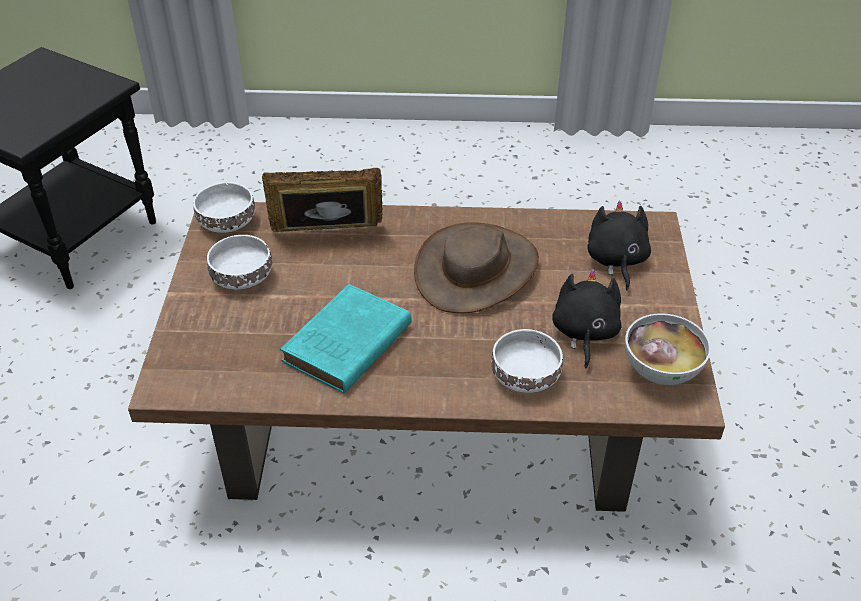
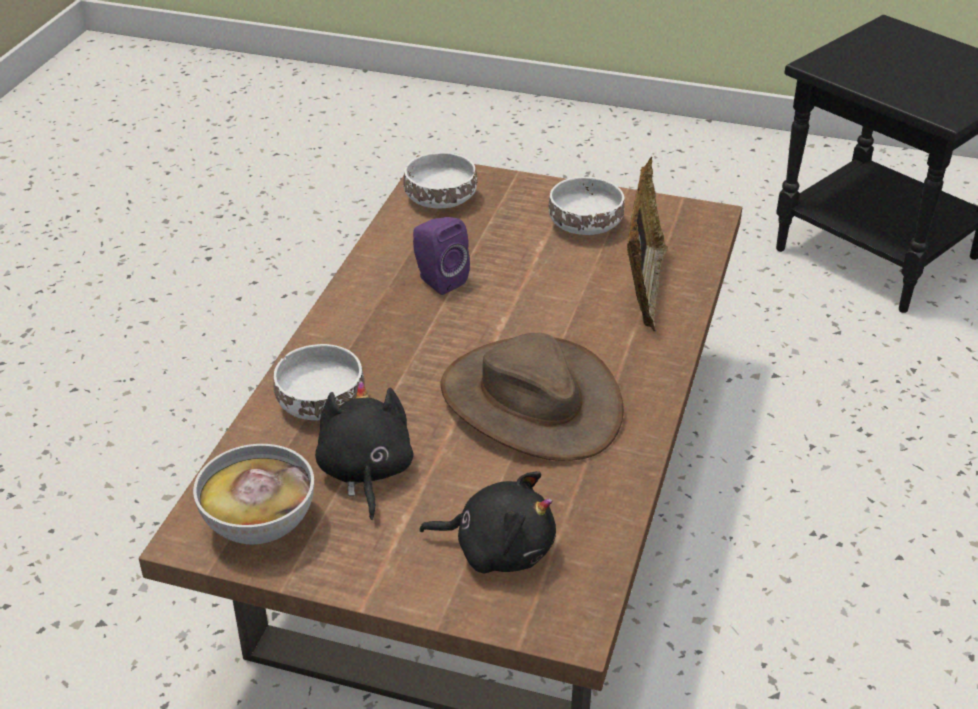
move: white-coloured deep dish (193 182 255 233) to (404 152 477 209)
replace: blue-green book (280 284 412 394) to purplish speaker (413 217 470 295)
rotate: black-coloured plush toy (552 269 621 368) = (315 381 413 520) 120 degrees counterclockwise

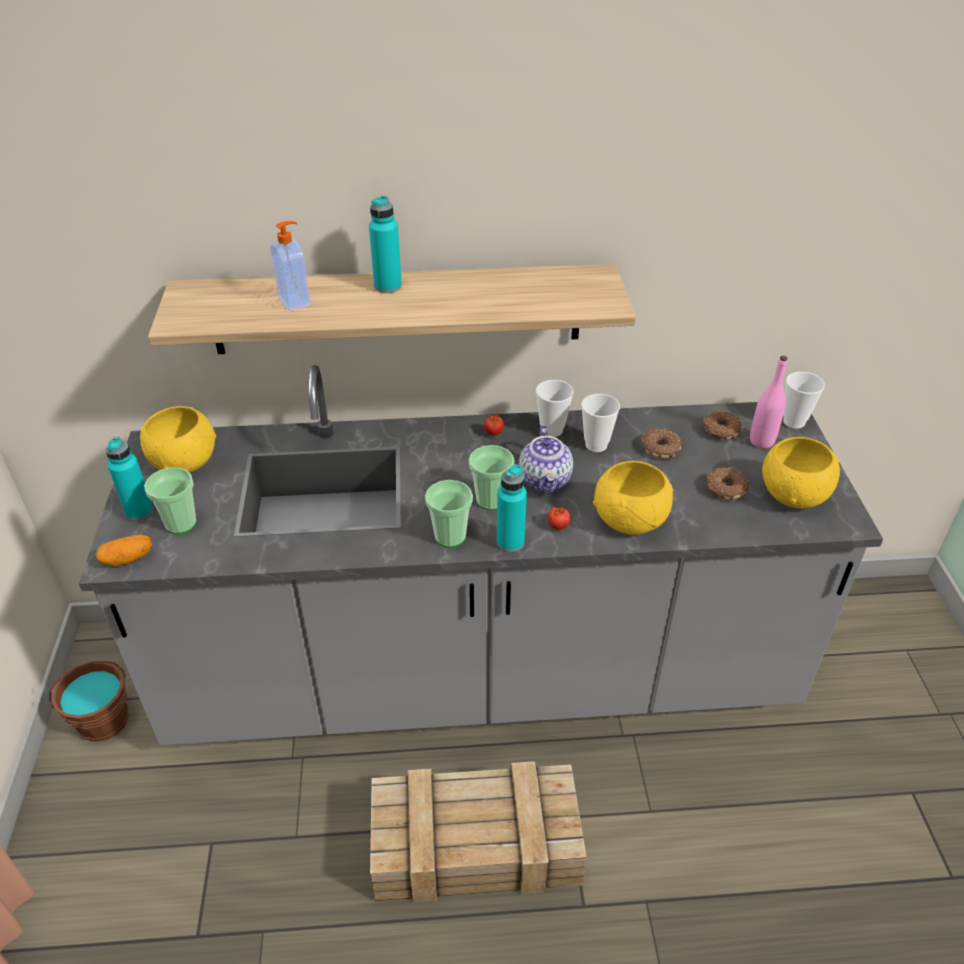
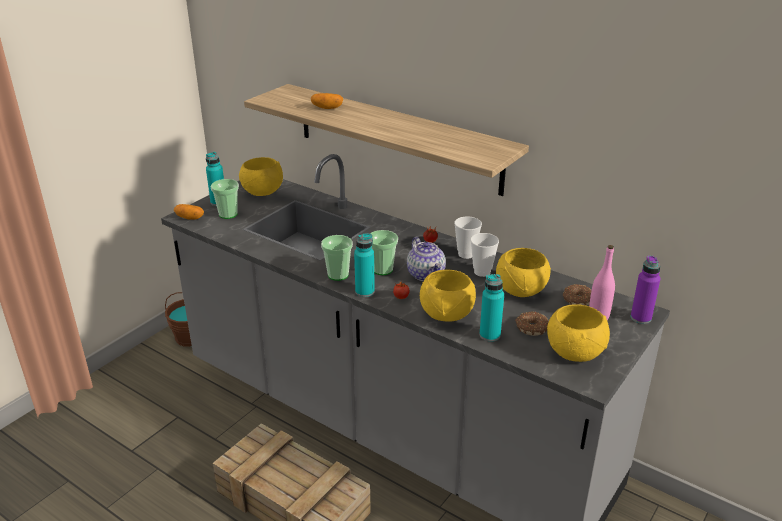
move: blue-green bottle (369 195 402 293) to (479 274 504 342)
replace: soap dispenser (270 221 311 311) to whole potato (311 93 343 109); drinking cup (783 372 825 429) to purplish bottle (631 255 660 324); ring doughnut (641 429 682 459) to yellow deep dish (496 248 551 297)
rotate: teapot (519 425 573 494) = (407 237 446 281) 60 degrees counterclockwise

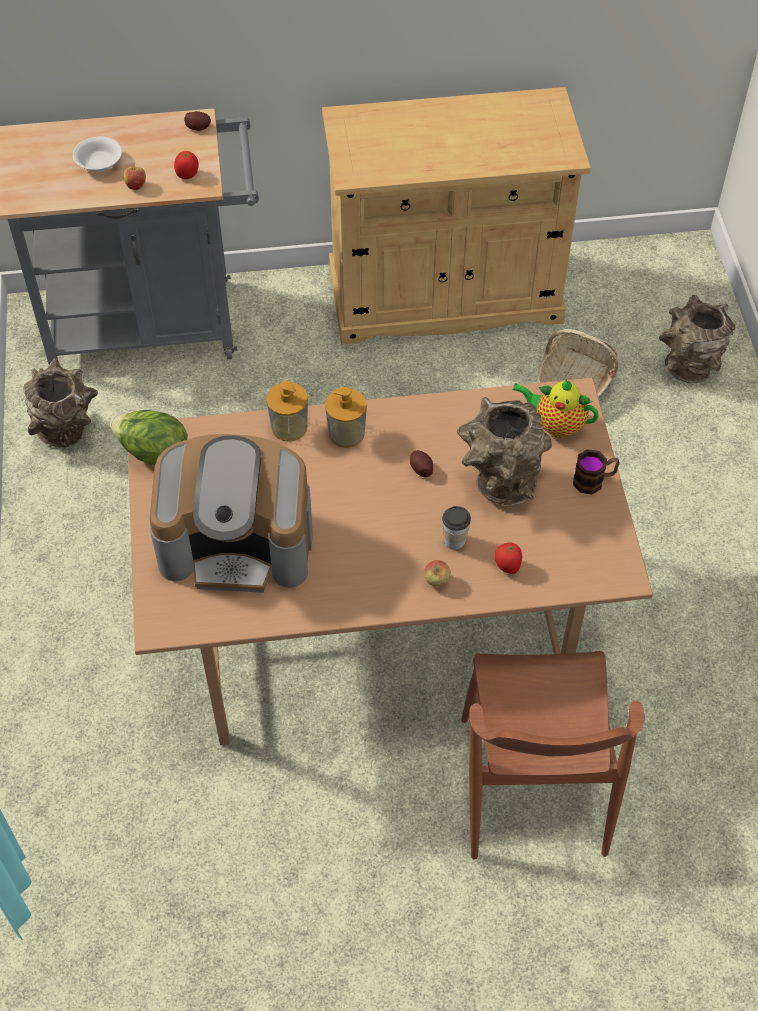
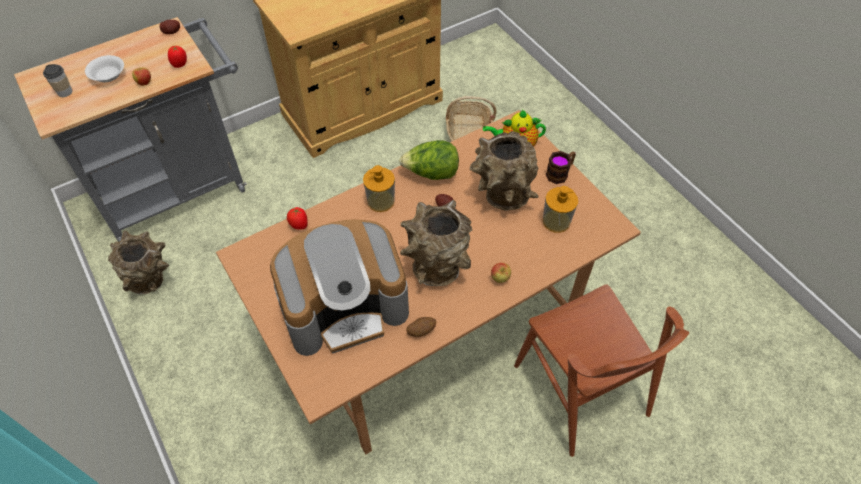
insert: whole potato (406 317 436 337)
move: brownish flower vase (659 295 736 383) to (400 200 472 286); soap dispenser (266 380 308 441) to (543 186 578 233); lettuce head (110 410 188 465) to (399 140 459 180); drinking cup (442 506 471 550) to (43 64 72 97); whole tomato (495 543 522 574) to (287 207 308 230)

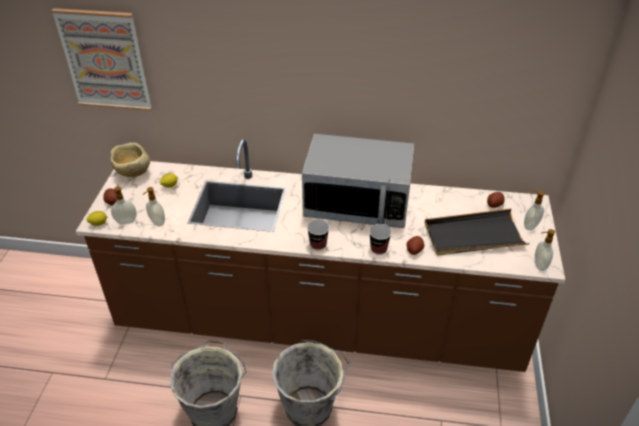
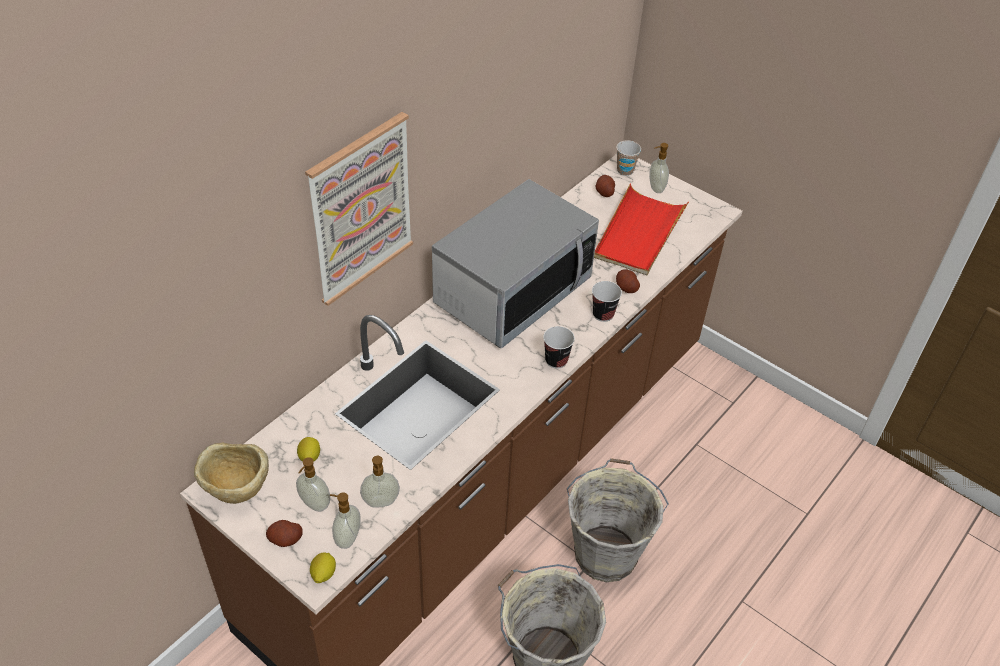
insert: drinking cup (616 140 641 176)
move: picture (51 8 152 111) to (305 112 413 306); soap dispenser (535 229 555 271) to (296 457 330 512)
recolor: black-coloured tray (424 209 529 256) to red tray (594 184 689 275)

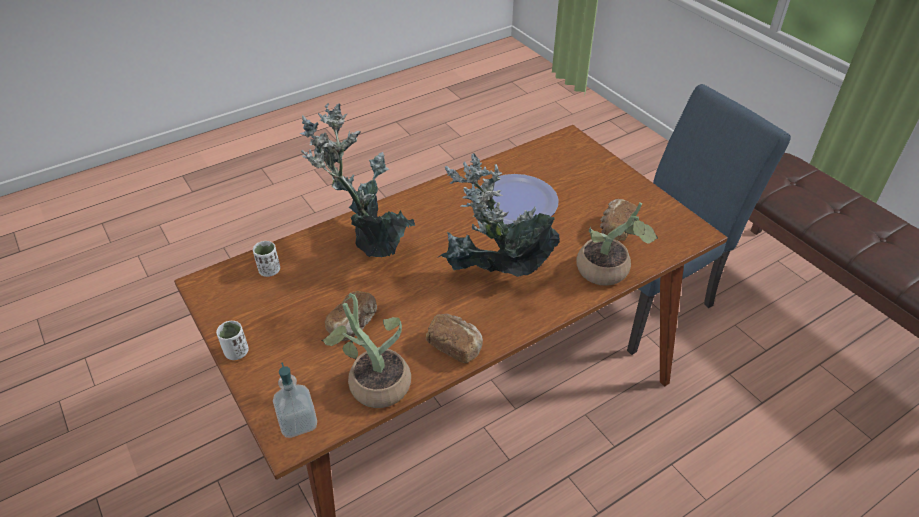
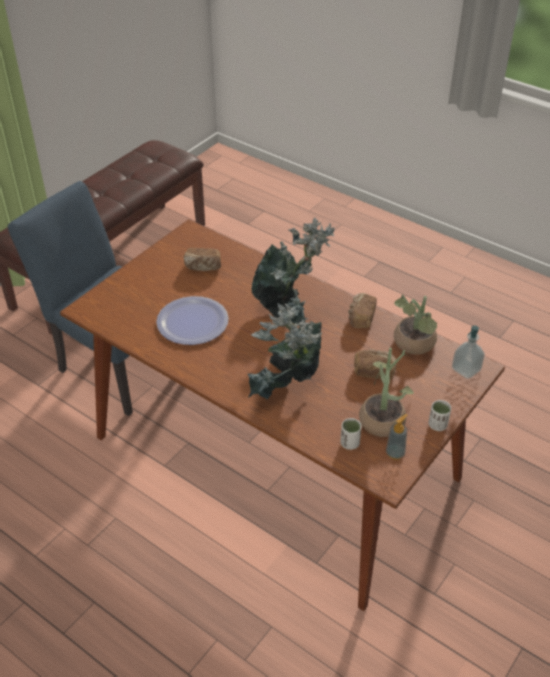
insert: soap dispenser (386 414 407 460)
move: potted plant (576 203 658 286) to (359 348 414 437)

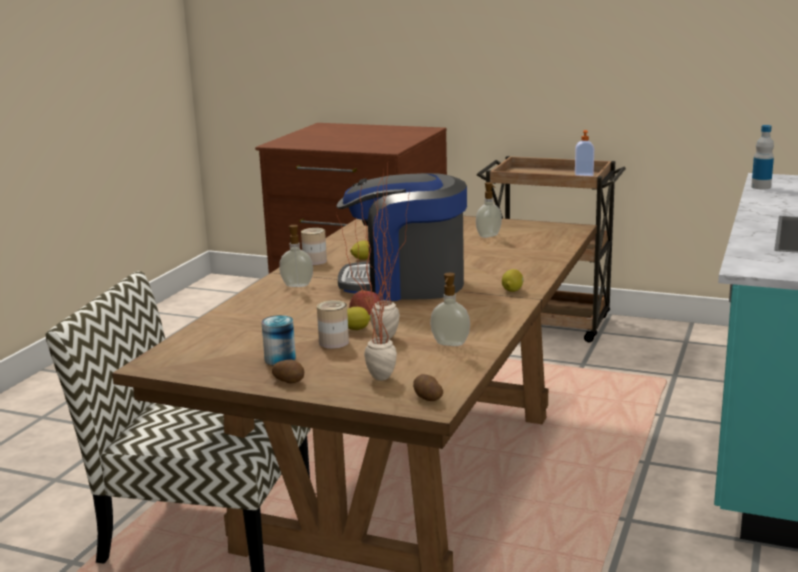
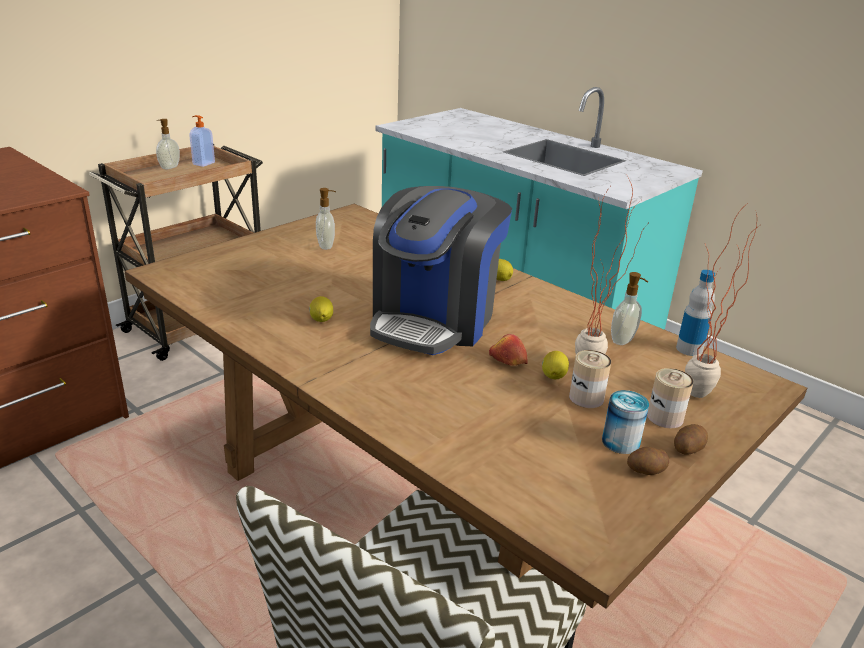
move: bottle (751 125 774 190) to (676 270 715 356); soap dispenser (279 225 313 287) to (156 119 180 170); sealed can (301 228 327 265) to (647 368 694 428); whole potato (413 374 443 401) to (627 446 669 475)

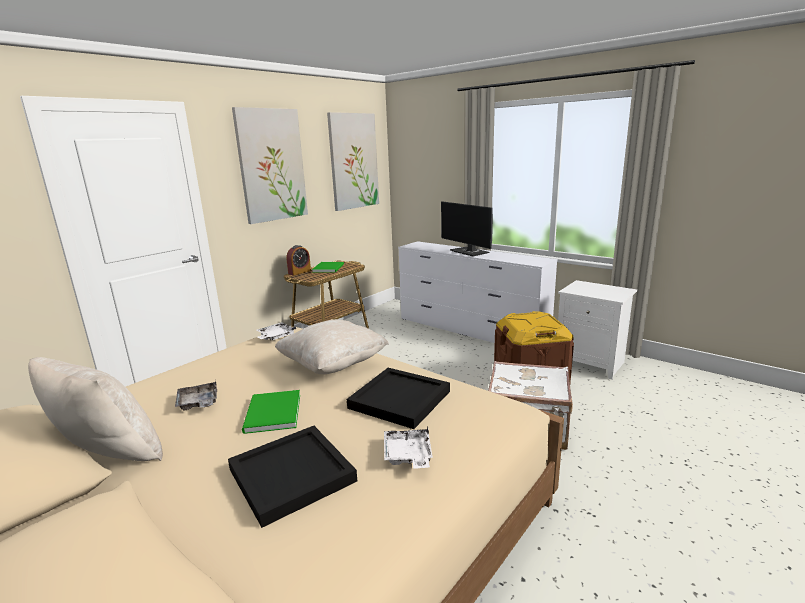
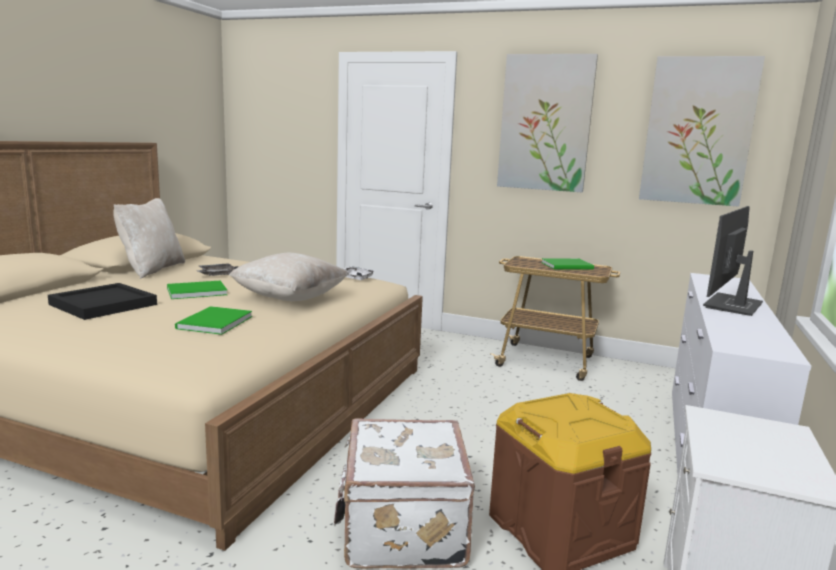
delete: table clock (286 245 311 275); white-coloured tray (384 426 433 469)
replace: black-coloured tray (347 368 450 429) to greenish book (175 306 252 335)

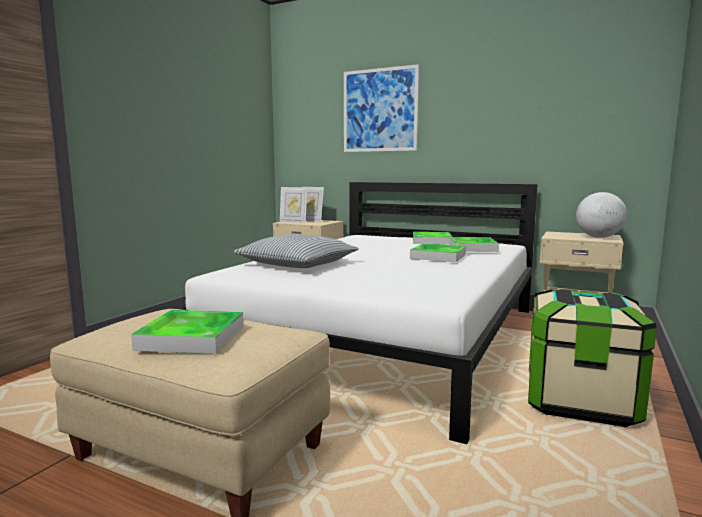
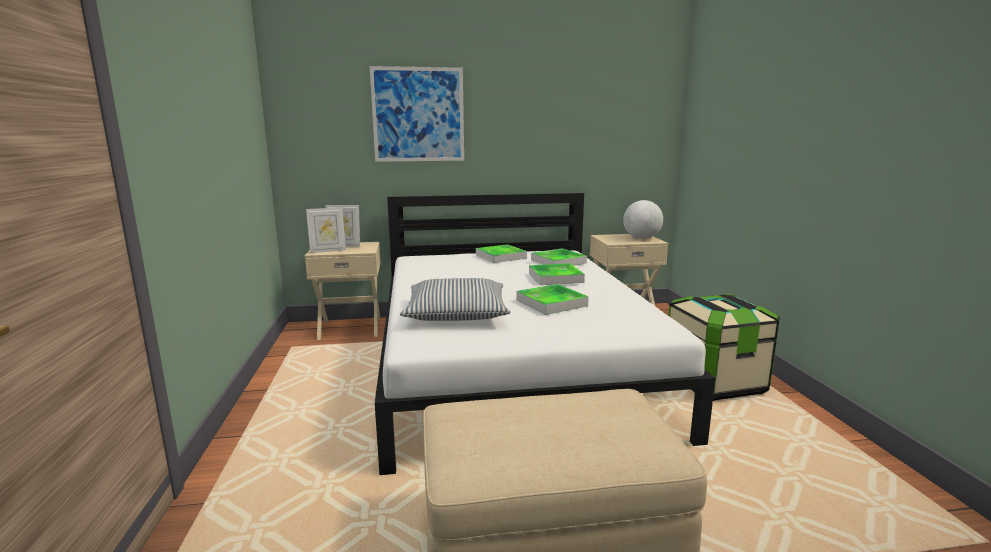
move: tray (131 310 243 354) to (516 284 589 315)

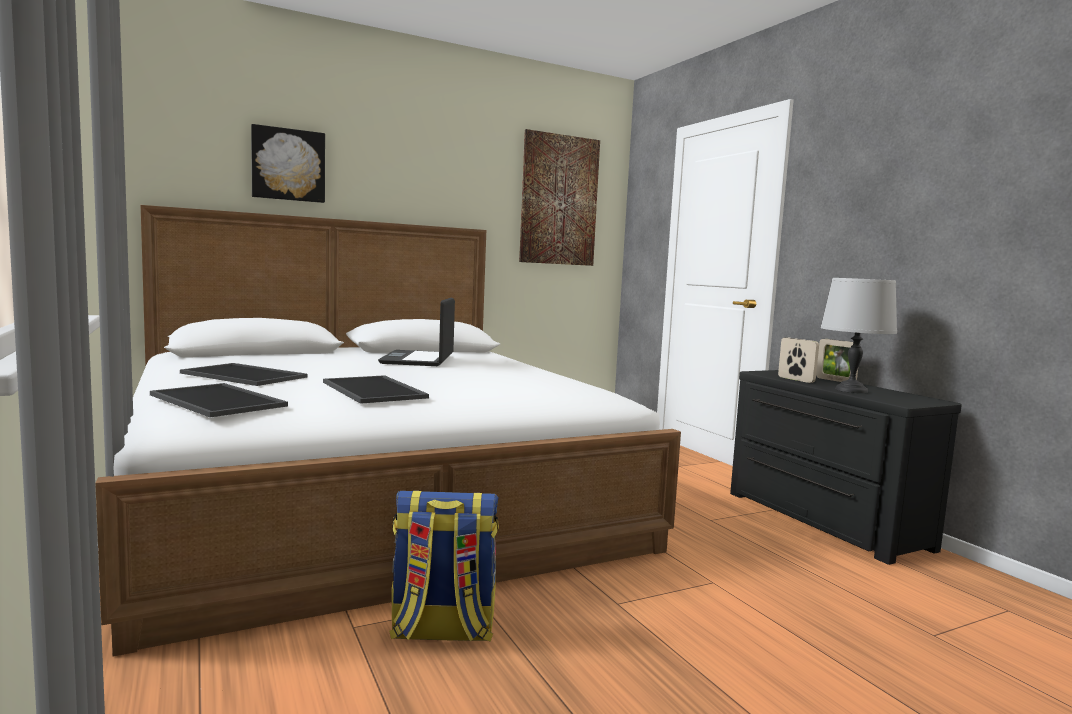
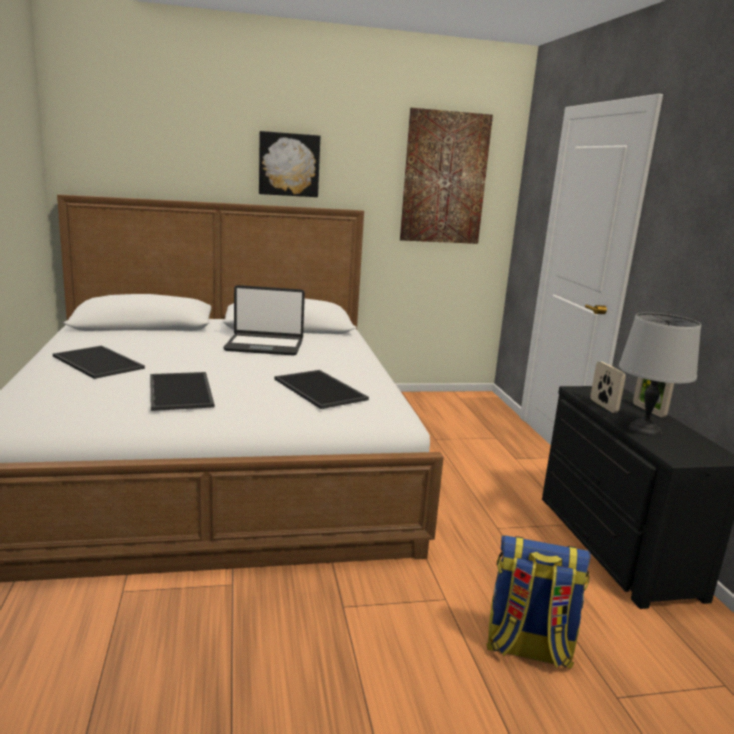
move: picture (251 124 325 203) to (259 131 320 197); tray (150 383 288 417) to (274 370 369 409); knapsack (389 491 499 642) to (486 535 591 669)
rotate: laptop (378 297 455 366) = (223 285 305 355) 105 degrees counterclockwise

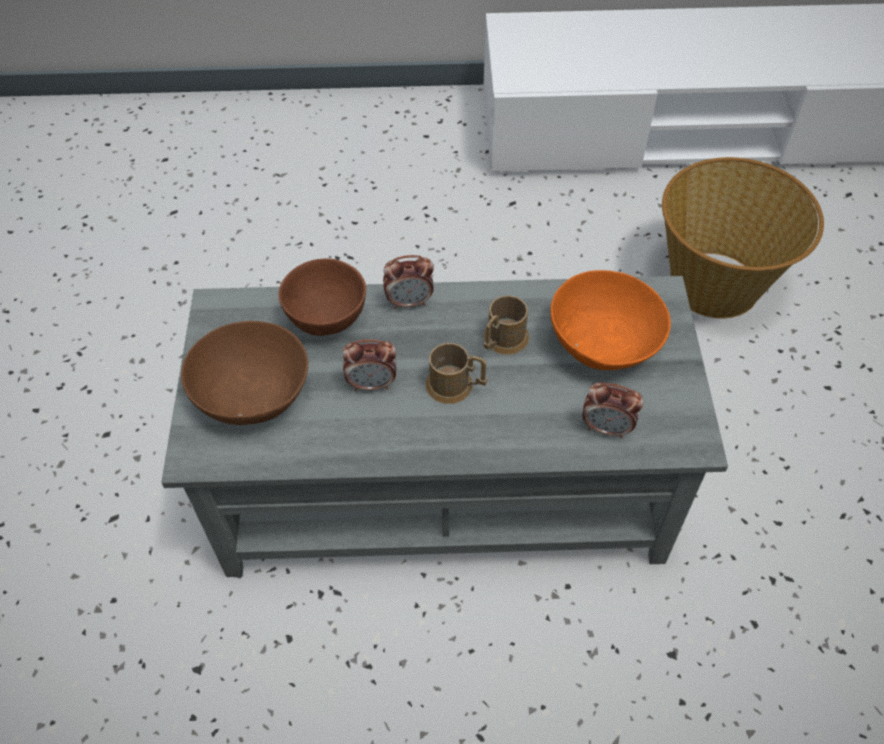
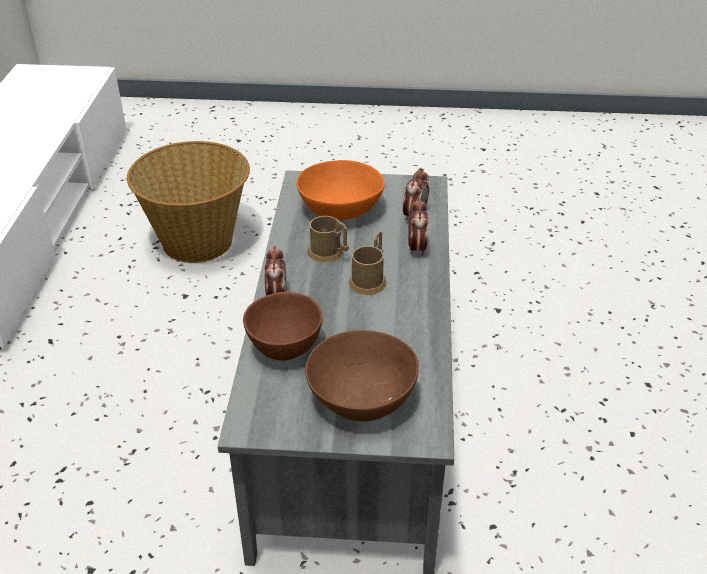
move: table clock (342 339 397 391) to (408 198 428 256)

